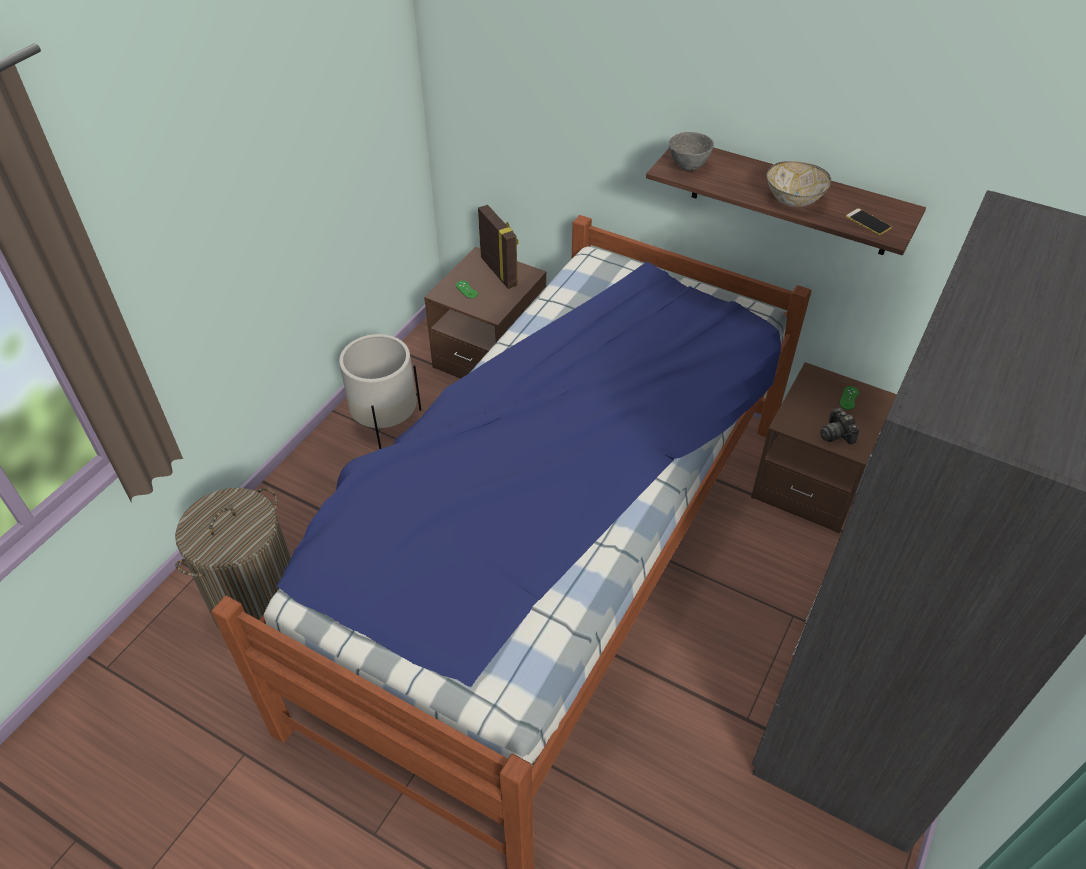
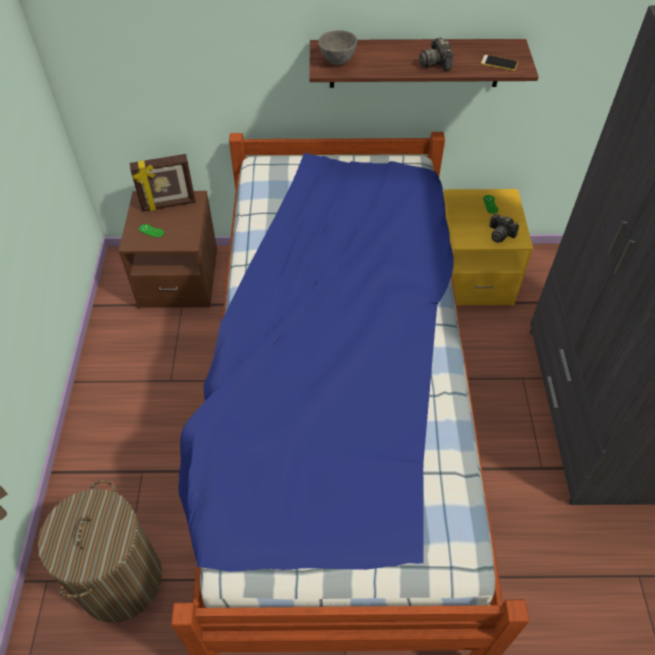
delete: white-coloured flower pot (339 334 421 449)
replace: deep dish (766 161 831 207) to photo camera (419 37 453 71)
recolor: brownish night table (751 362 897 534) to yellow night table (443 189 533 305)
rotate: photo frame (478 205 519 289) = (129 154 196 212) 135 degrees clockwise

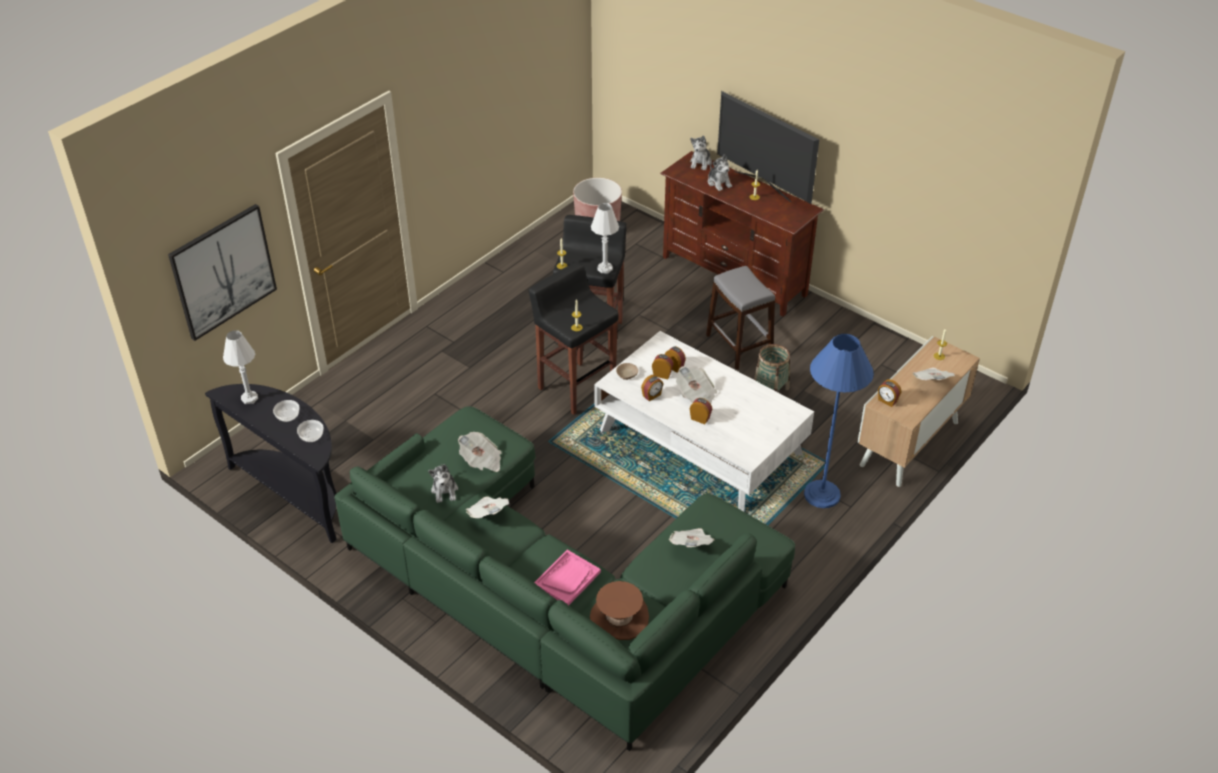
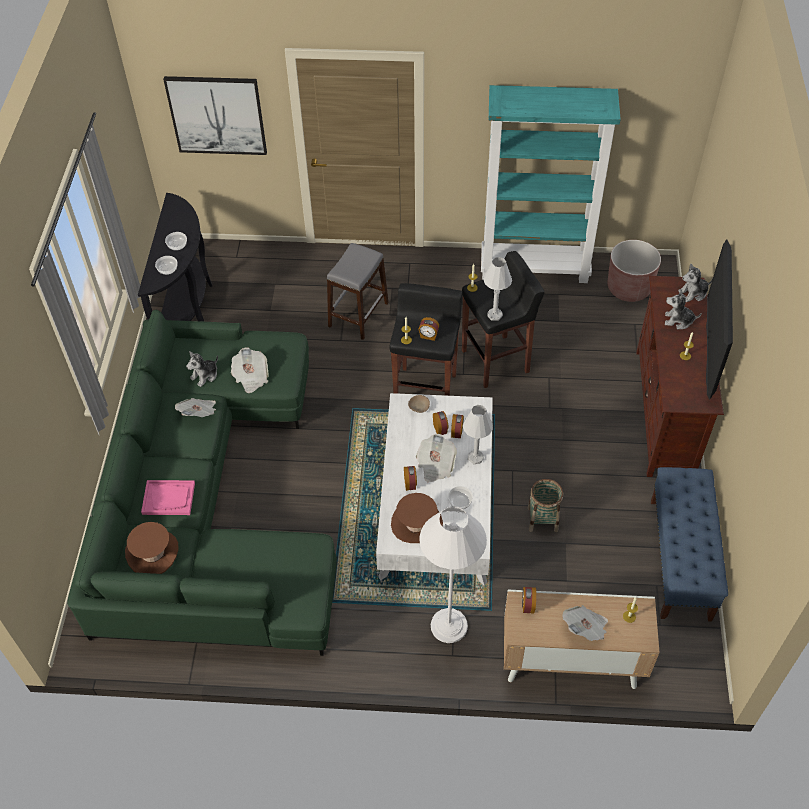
delete: daily paper (669 528 714 547)
insert: blue-green bookshelf (481 85 621 283); bluish bench (651 467 728 622); deep dish (448 486 473 509); brownish hat (391 493 443 543)
move: gray stool seat (706 266 775 370) to (327 243 389 340); white-coloured lamp for a table (223 330 258 404) to (463 405 493 464); table clock (641 375 663 401) to (418 317 439 341)
recolor: bluish floor lamp (804 334 874 508) to white-coloured floor lamp (419 506 487 643)
rotate: plush toy (708 154 732 191) = (665 289 702 330) 75 degrees clockwise

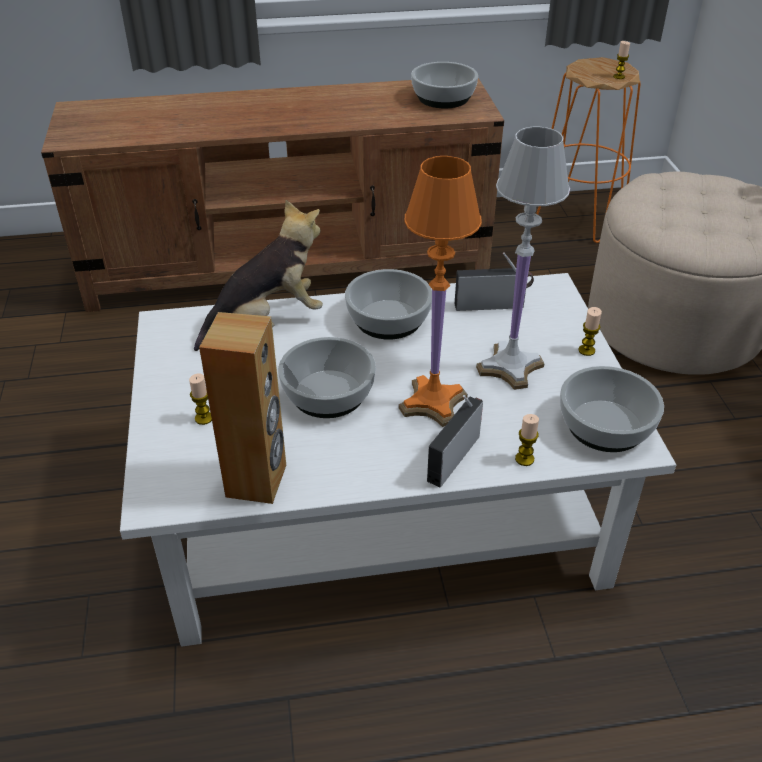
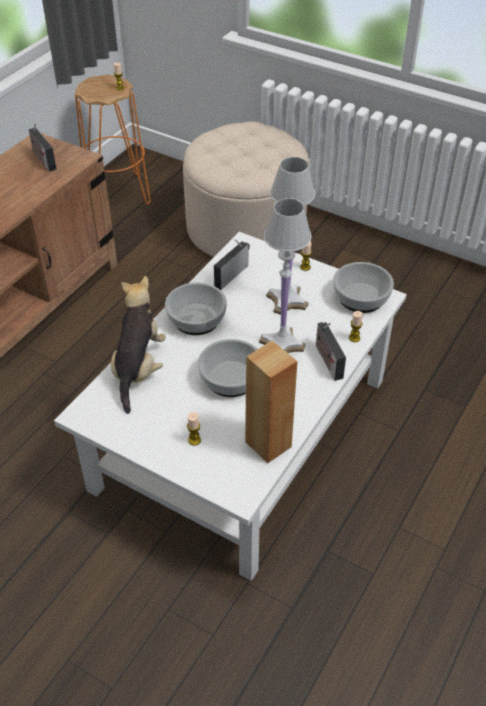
replace: deep dish (411 62 478 108) to radio set (29 123 56 172)
recolor: orange-coloured lamp for a table (399 156 482 427) to white-coloured lamp for a table (259 198 312 353)

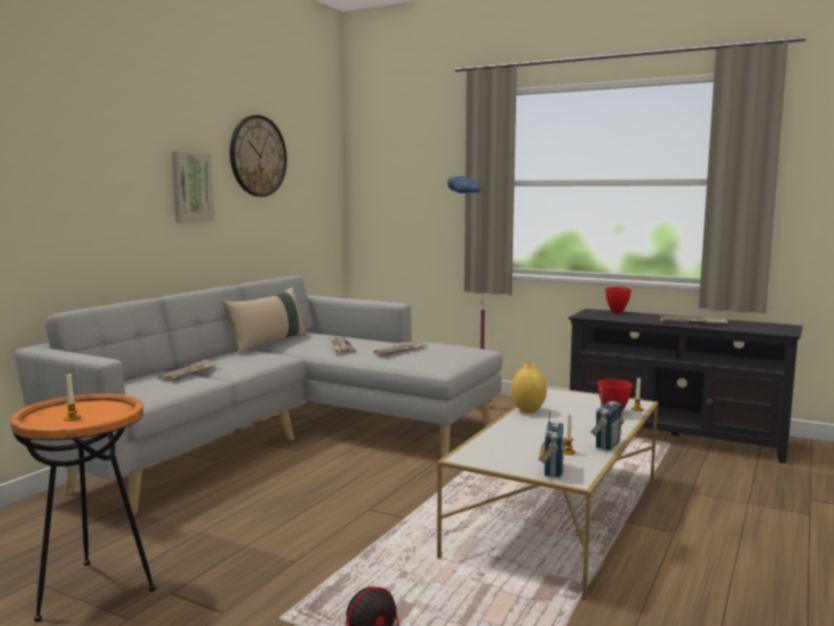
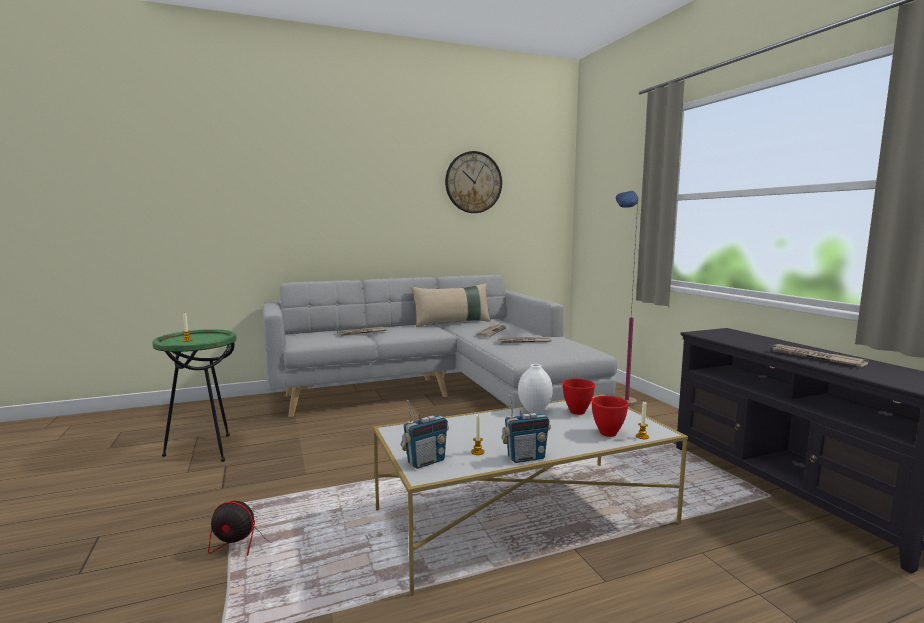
delete: picture (172 151 215 223)
move: red deep dish (605 287 631 313) to (562 379 595 415)
recolor: yellow flower vase (511 363 547 413) to white-coloured flower vase (518 364 553 413); orange-coloured accent table (10 394 155 622) to greenish accent table (152 329 237 462)

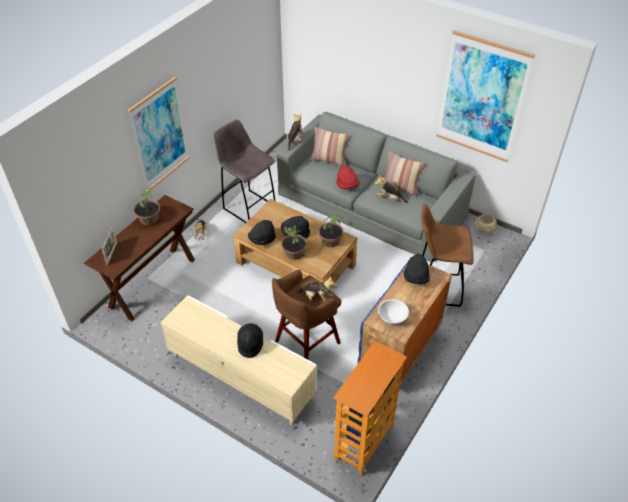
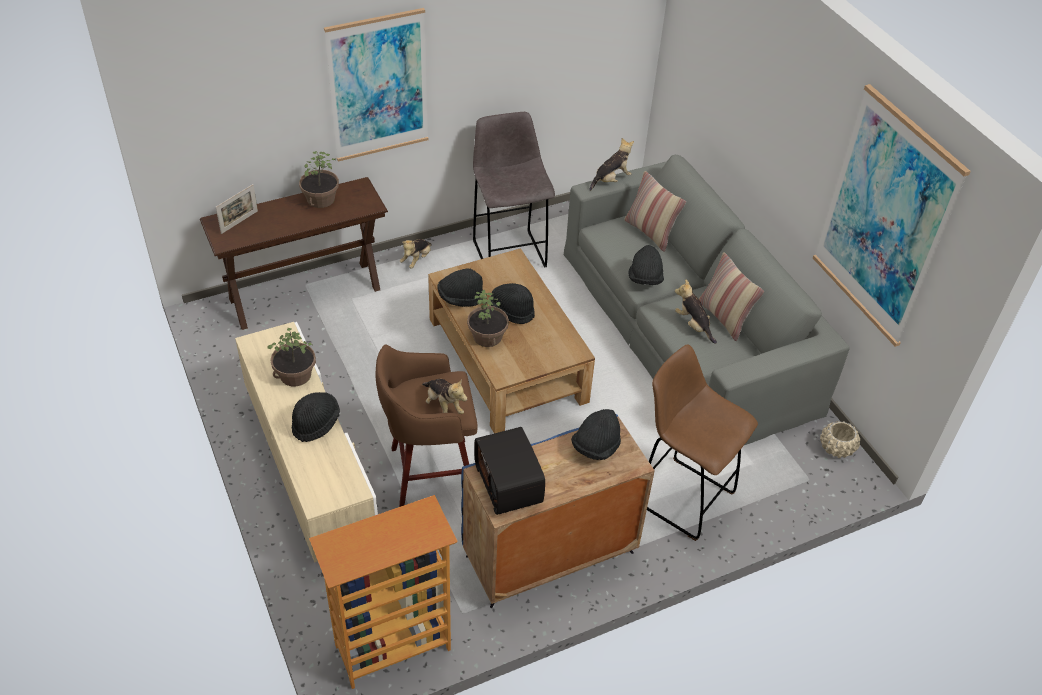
move: potted plant (319 213 344 247) to (267 328 316 386)
replace: white-coloured deep dish (378 299 409 325) to radio set (474 427 545 515)
recolor: red hat (336 166 360 189) to black-coloured hat (628 245 664 285)

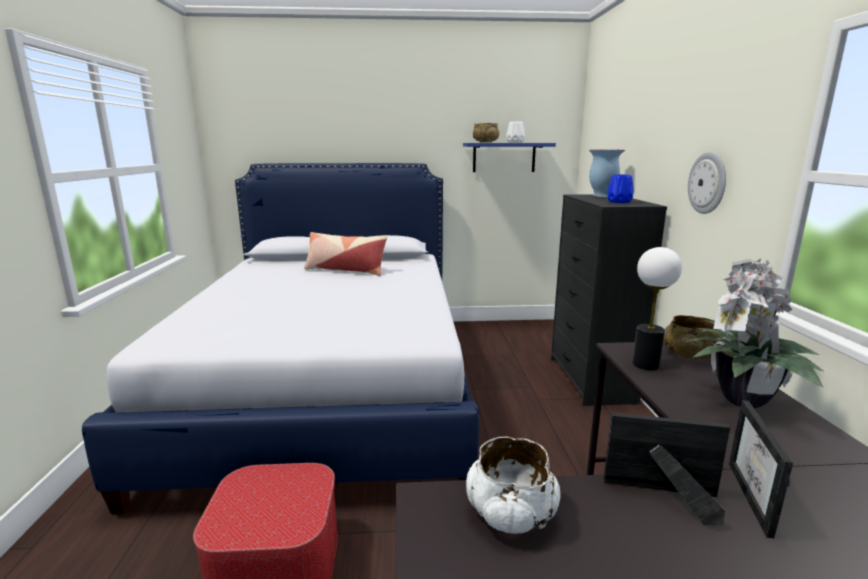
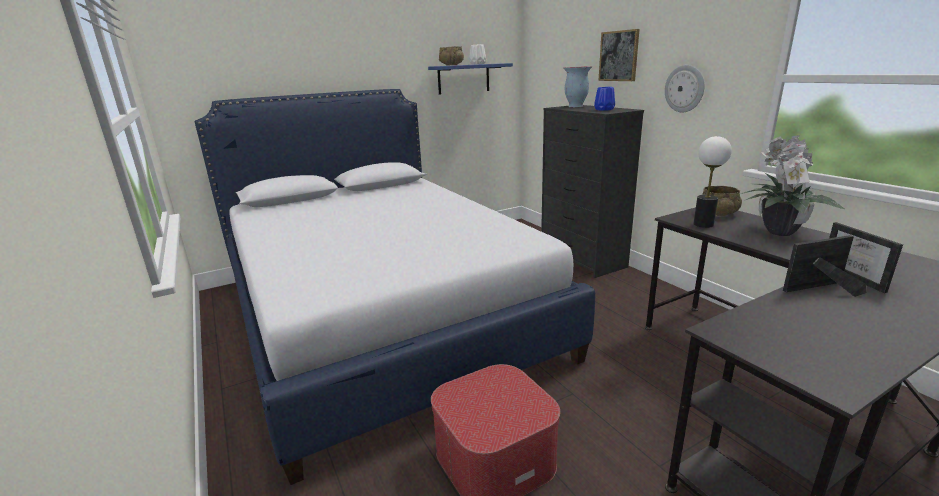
delete: throw pillow (304 232 387 276); white-coloured deep dish (466 436 560 534)
insert: picture (598 29 640 81)

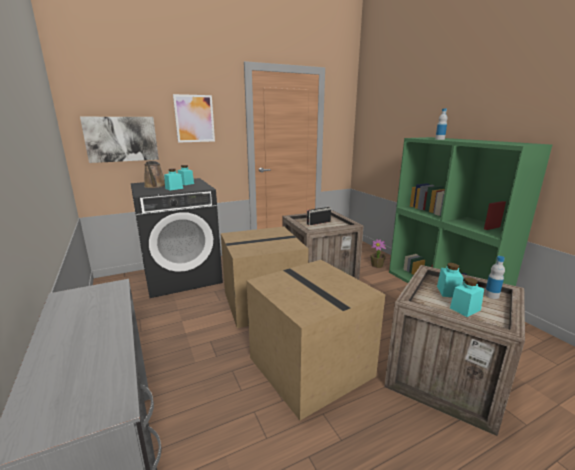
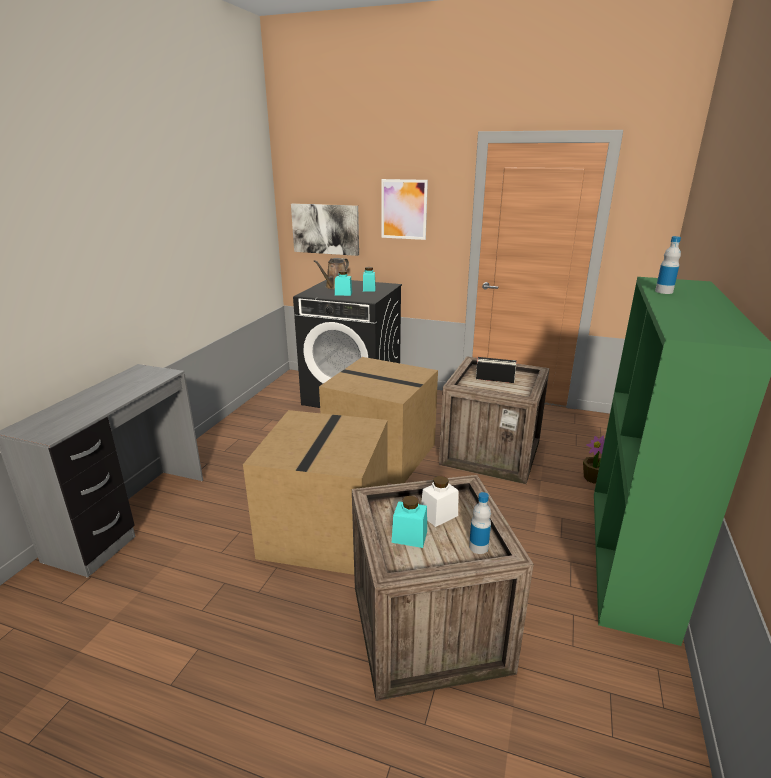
recolor: blue-green preserve jar (437 263 464 297) to white-coloured preserve jar (421 476 458 527)

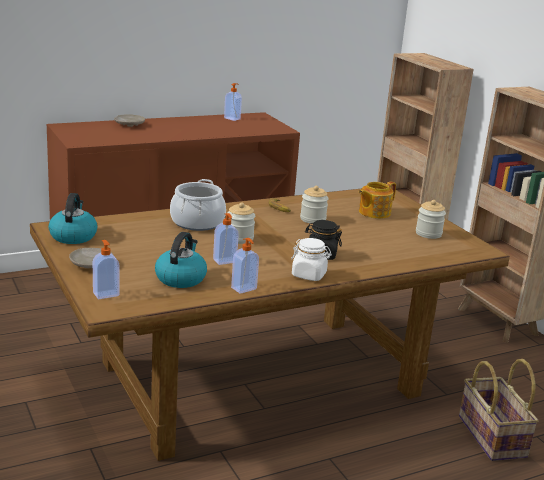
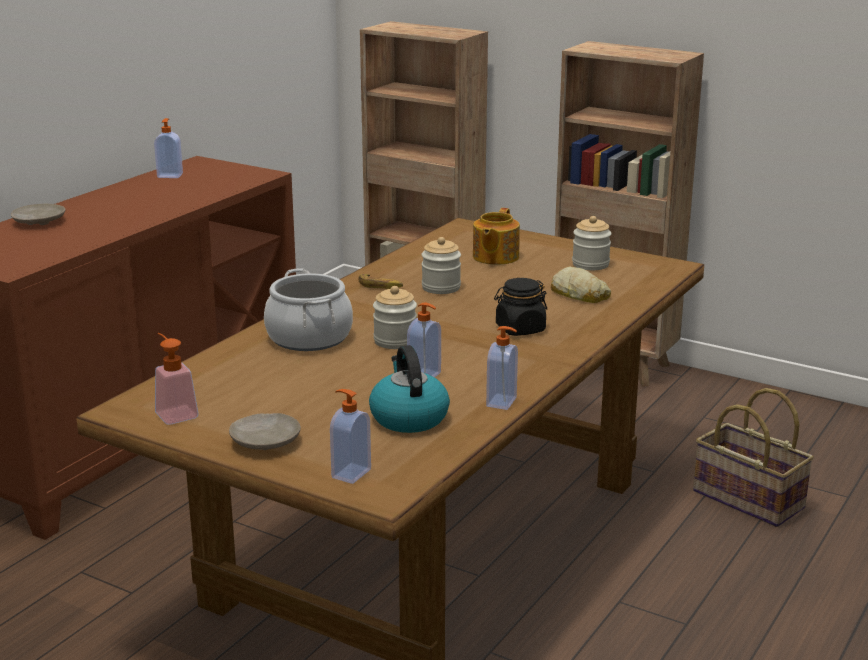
delete: white-coloured preserve jar (291 238 332 281)
insert: bakery bread (551 266 611 303)
replace: water kettle (48 193 98 244) to soap dispenser (155 333 198 425)

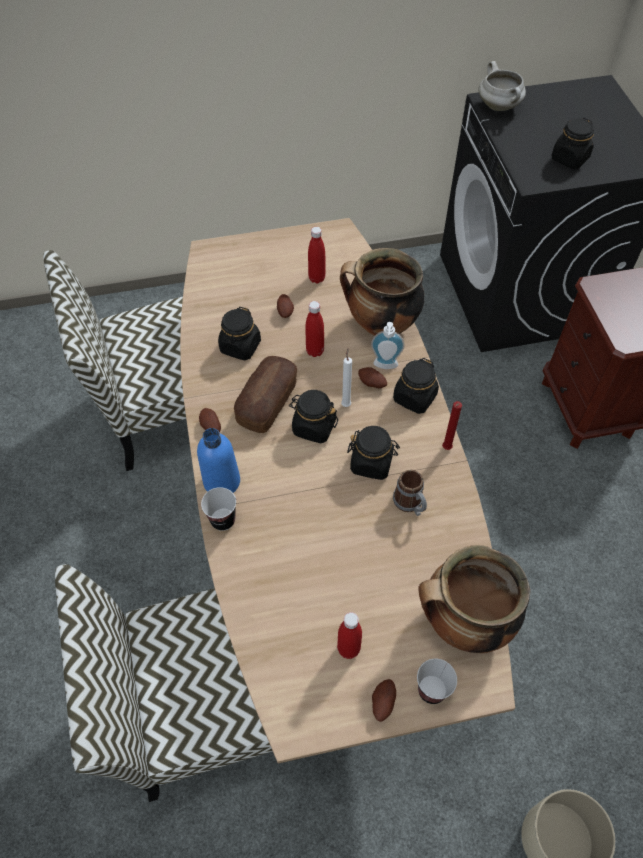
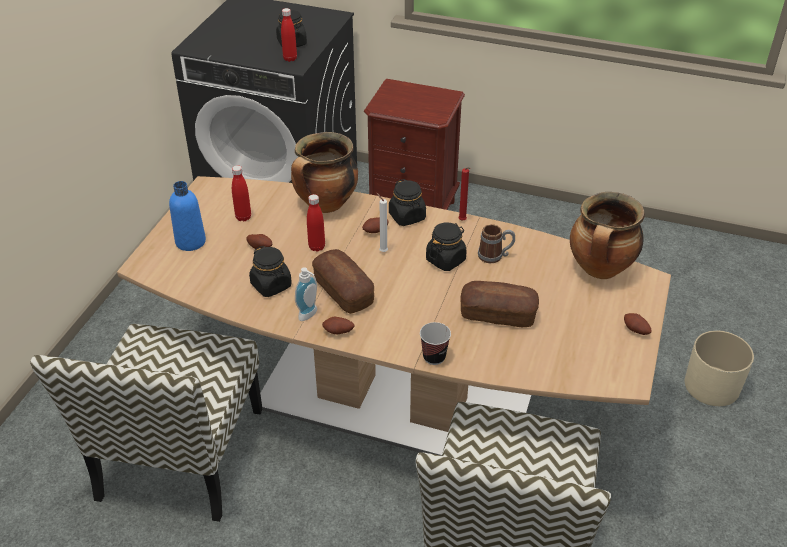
delete: white-coloured stockpot (478 61 526 111); black-coloured preserve jar (289 390 338 443); drinking cup (417 658 457 704)
insert: bakery bread (460 281 539 327)
move: soap dispenser (371 322 405 369) to (295 267 317 321); bluish bottle (197 428 240 493) to (169 181 206 251); red bottle (337 612 362 659) to (281 8 297 62)

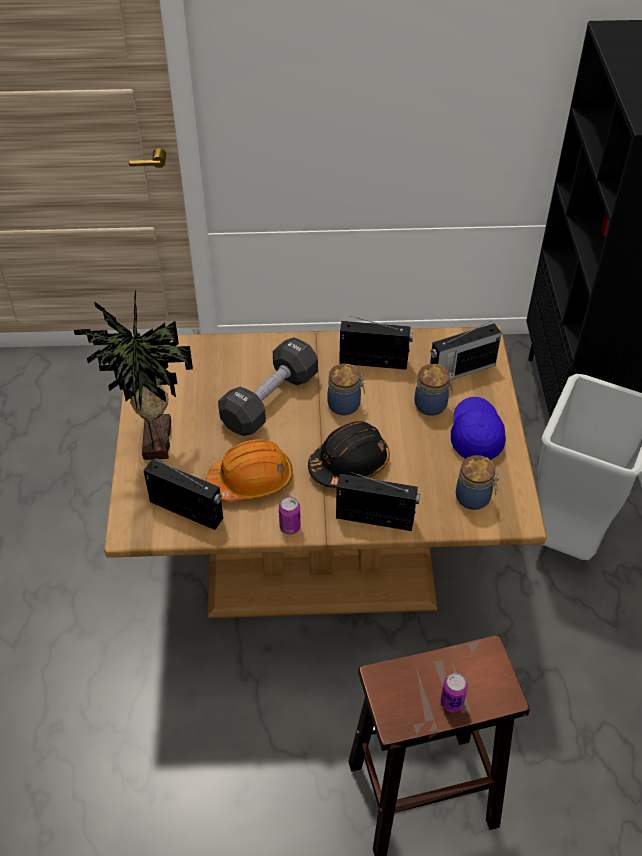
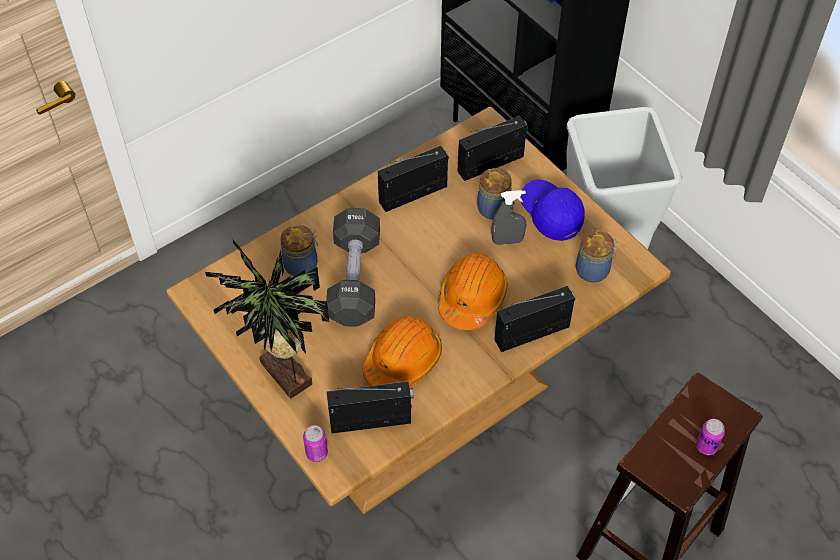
insert: gray hand sprayer (492 190 526 245)
move: preserve jar (327 364 365 415) to (280 225 318 276); sealed can (279 497 301 535) to (303 425 328 462)
recolor: black-coloured safety helmet (308 421 390 488) to orange-coloured safety helmet (438 253 508 330)
rotate: radio set (430 321 502 380) = (458 116 528 181) 150 degrees counterclockwise

